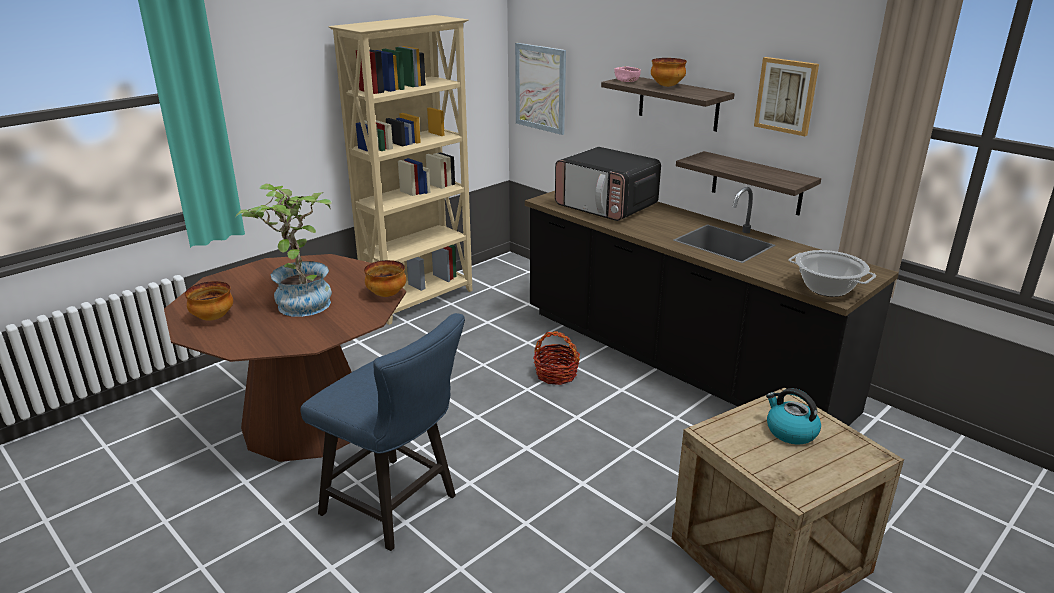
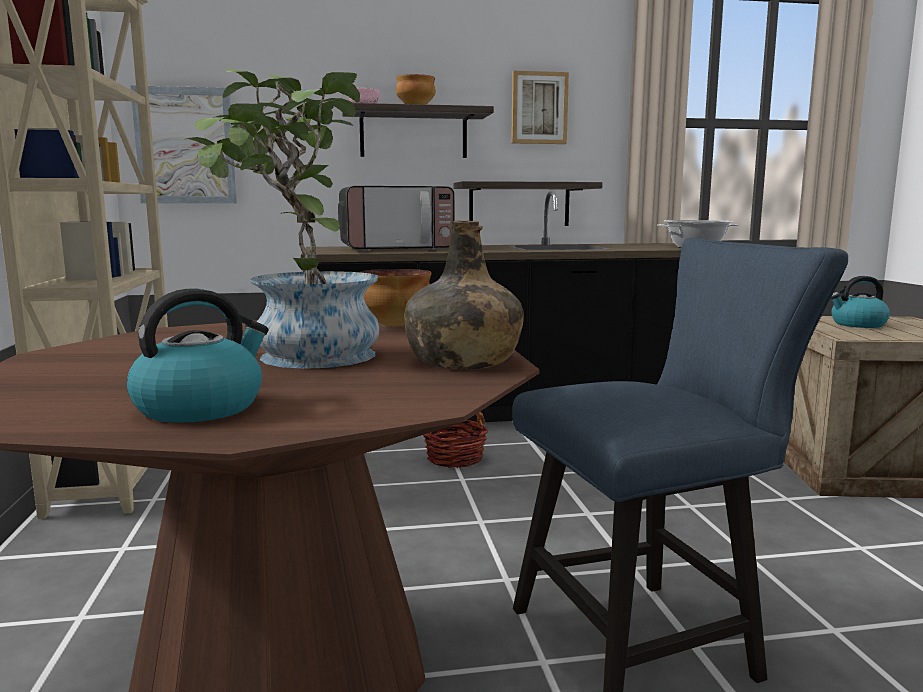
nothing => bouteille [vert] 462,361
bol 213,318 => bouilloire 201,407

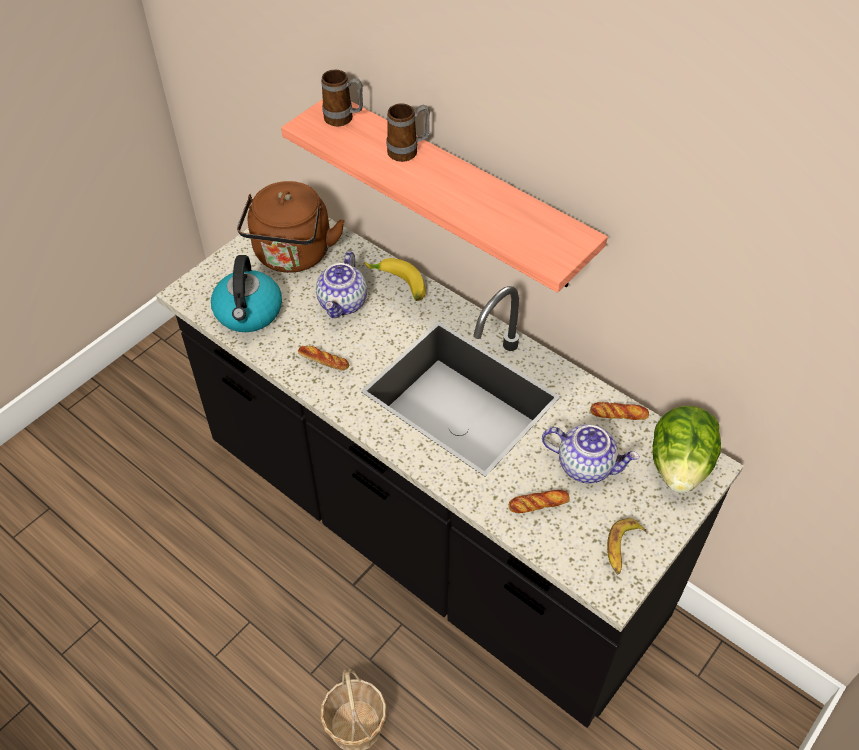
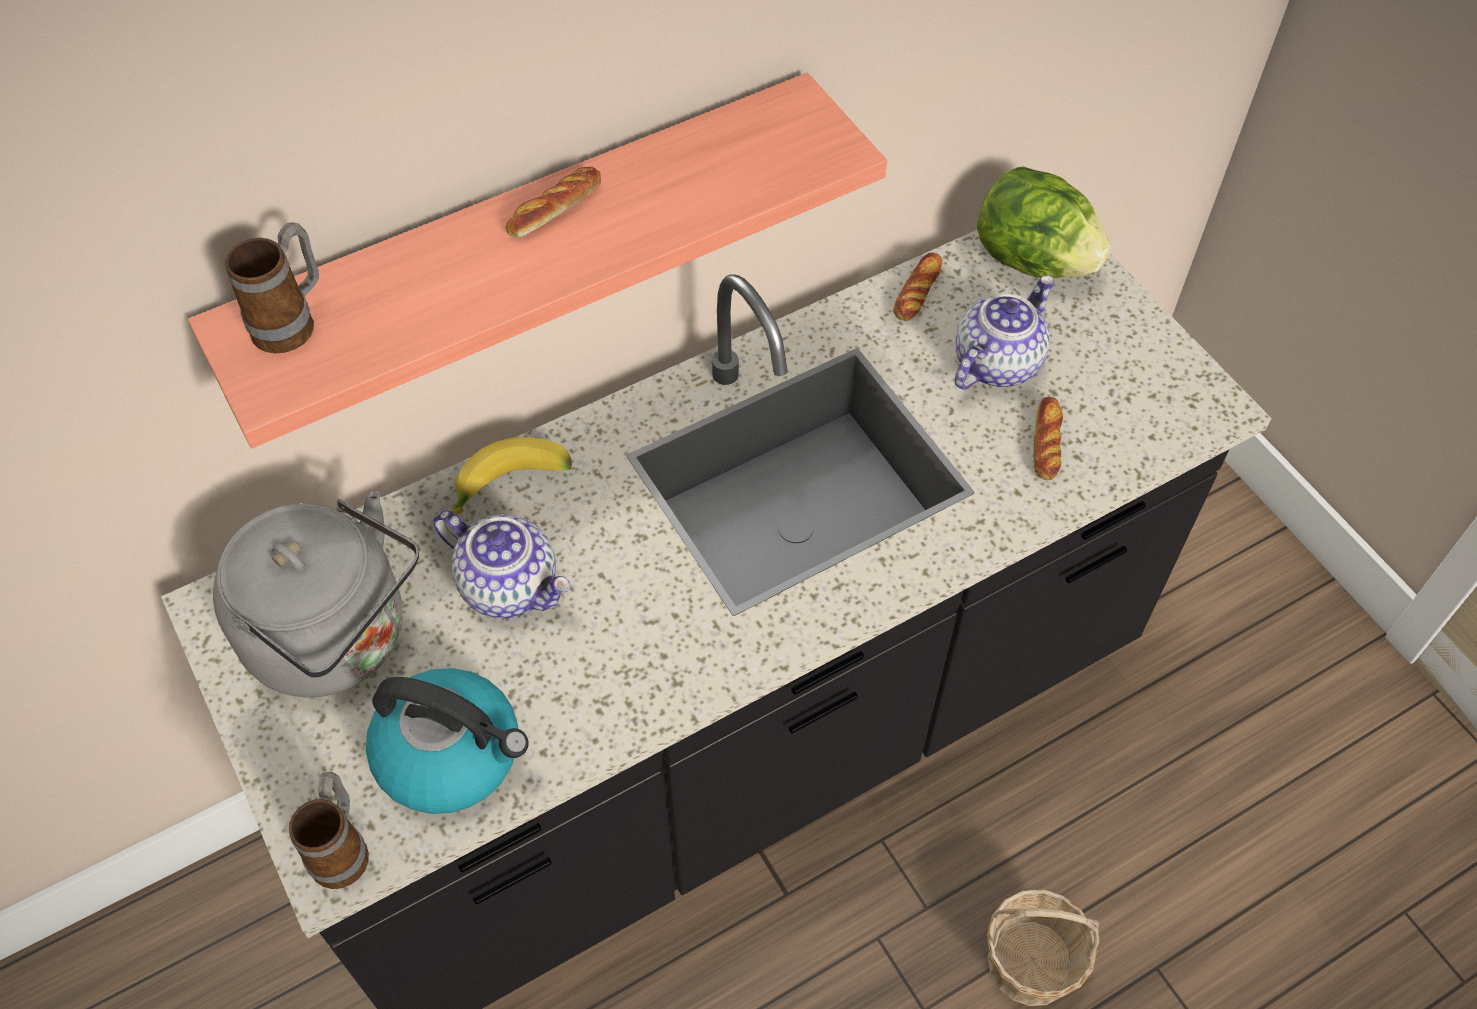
banane 622,548 => nothing
pain 323,361 => pain 555,208, move
mug 408,152 => mug 343,848, move
bouilloire [marron] 292,256 => bouilloire [gris] 338,639

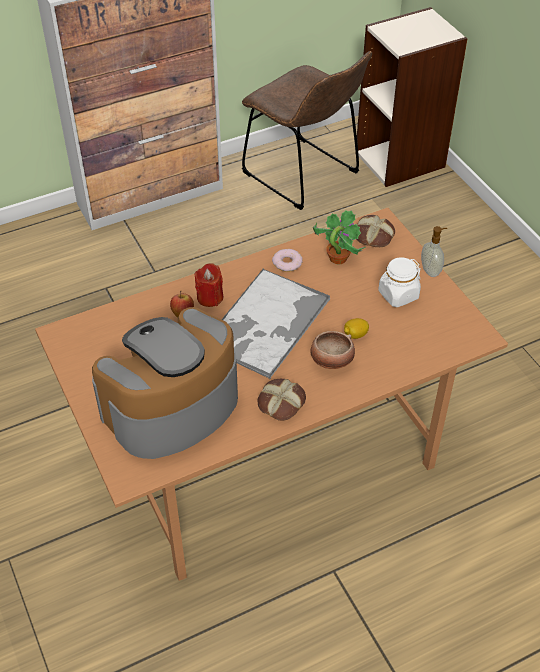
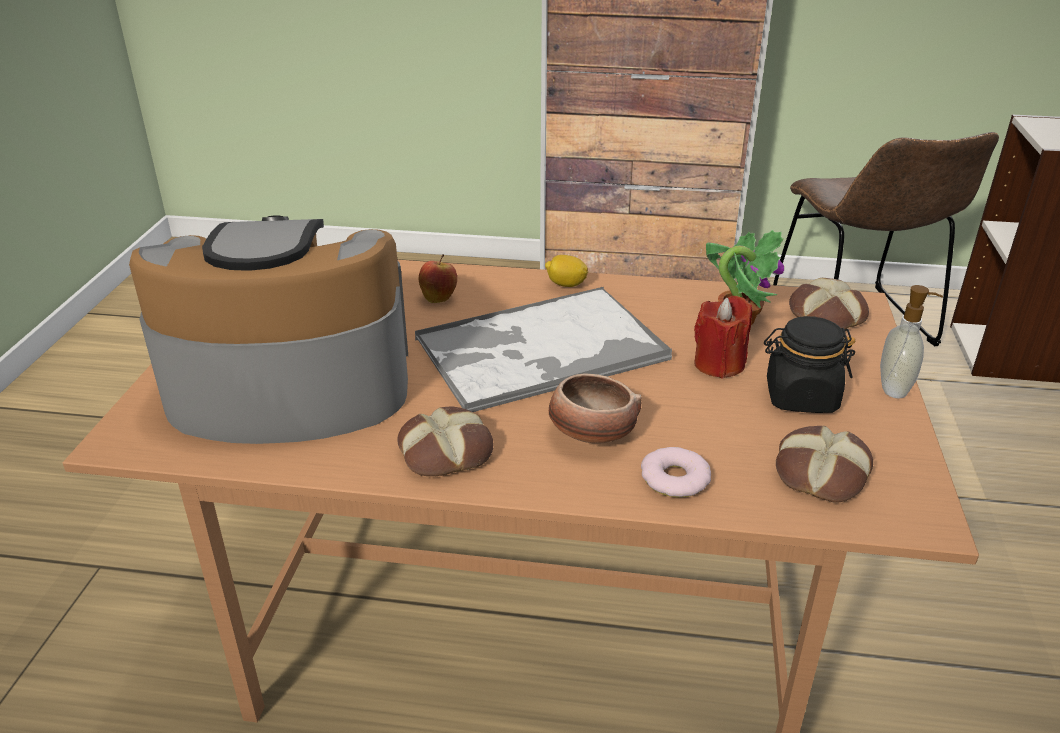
nothing => pain 819,472
bougie [rouge] 210,297 => bougie [rouge] 719,364, move
beignet 287,263 => beignet 674,478, move
citron 355,335 => citron 566,285, move
bocal [blanc] 398,295 => bocal [noir] 800,397

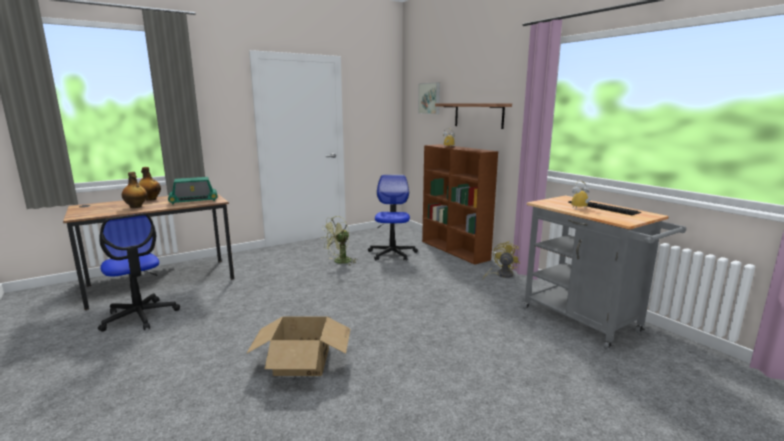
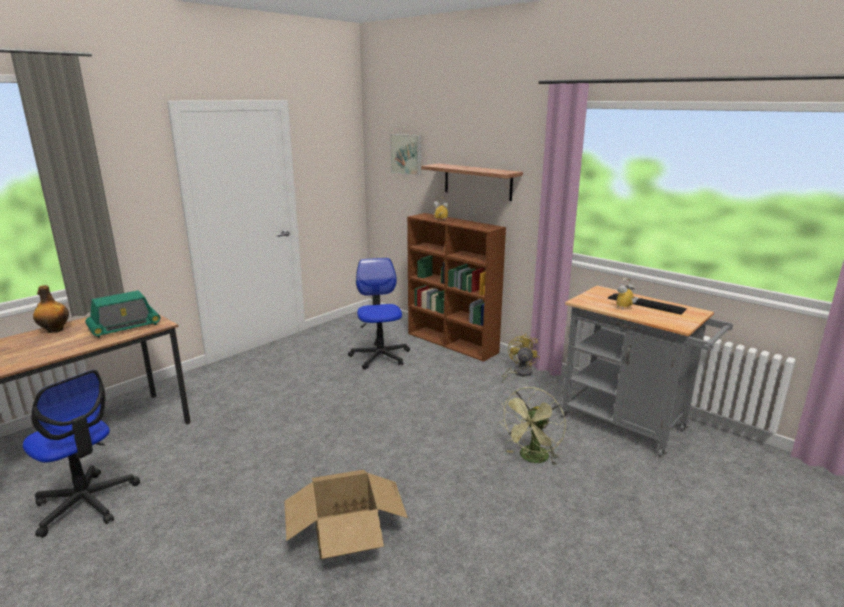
bouteille 136,207 => nothing
ventilateur [vert] 339,262 => ventilateur [vert] 532,459, move

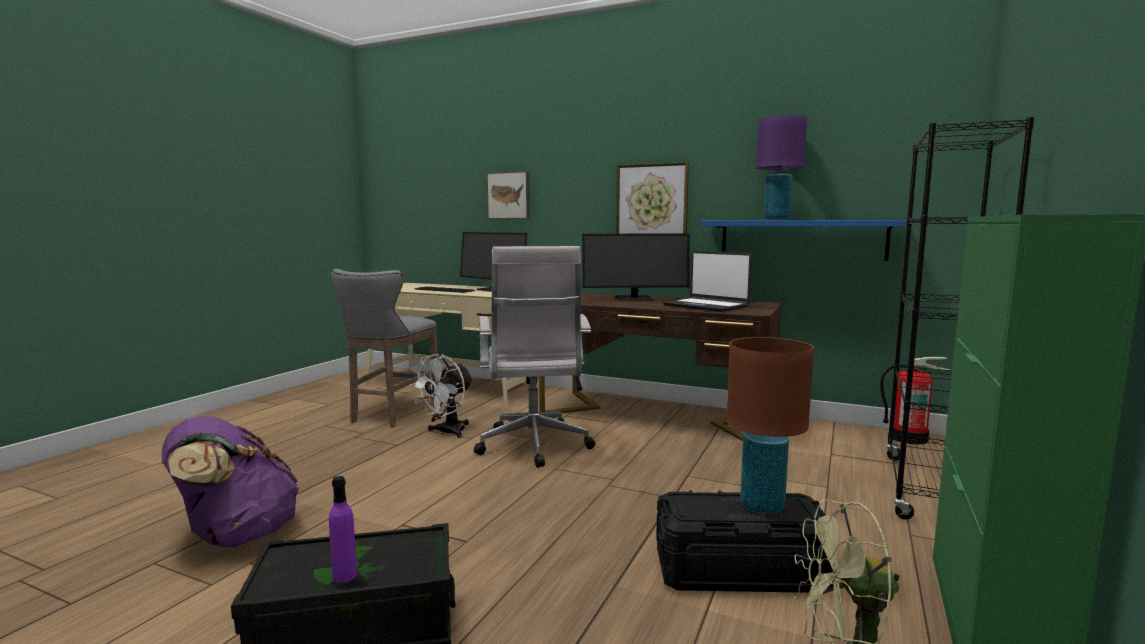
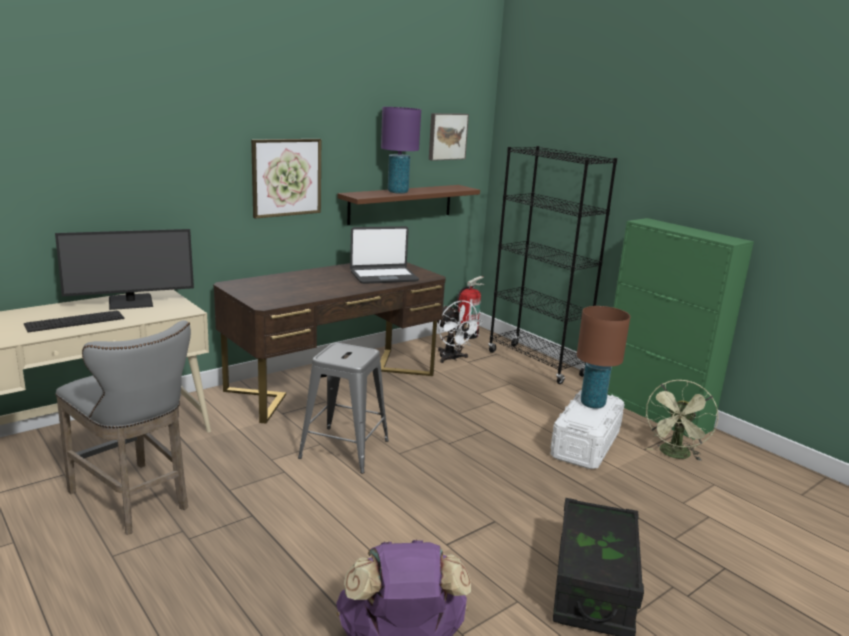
bouteille [violet] 344,576 => nothing
écran d'ordinateur 634,299 => nothing
ventilateur [blanc] 446,432 => ventilateur [blanc] 452,359, move
tableau 509,195 => tableau 447,136, move
chaise de bureau [blanc] 534,447 => tabouret [gris] 344,449
boîte de rangement [noir] 740,571 => boîte de rangement [blanc] 586,444
étagère [bleu] 801,239 => étagère [marron] 401,204

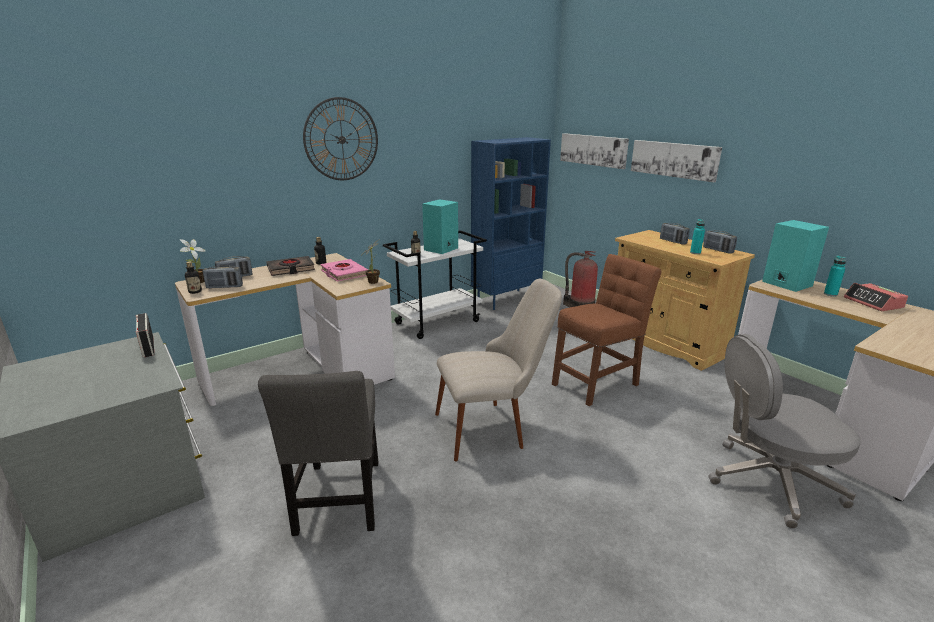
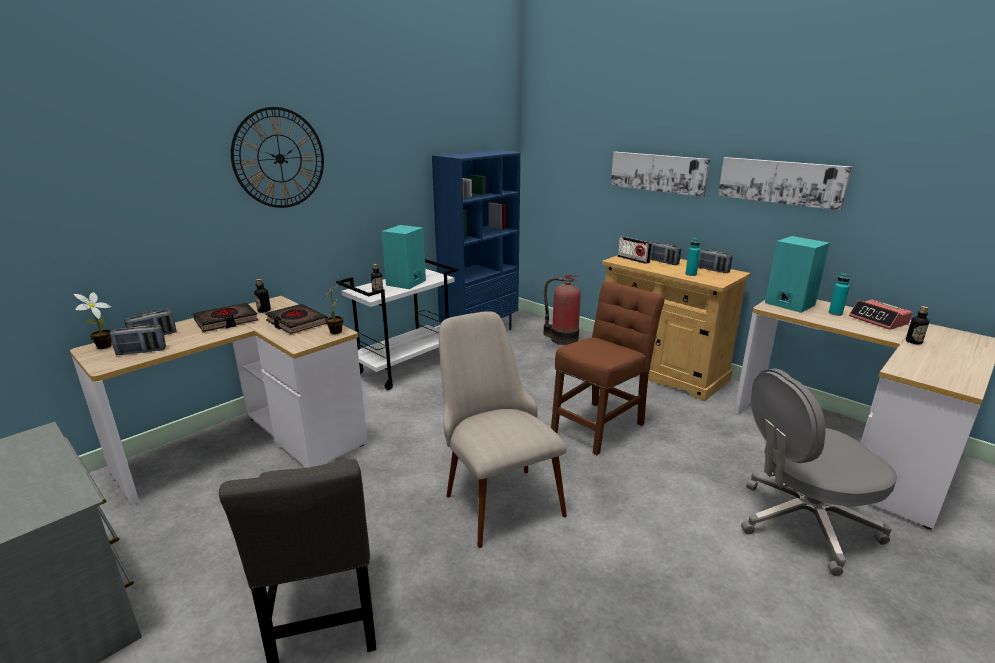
radio 148,347 => radio 633,259, move
bouteille 195,292 => bouteille 913,342, move
tableau 593,150 => tableau 780,182, move
livre [rose] 344,273 => livre [noir] 296,323
chaise [beige] 493,427 => chaise [beige] 495,493, 90 degrees counterclockwise

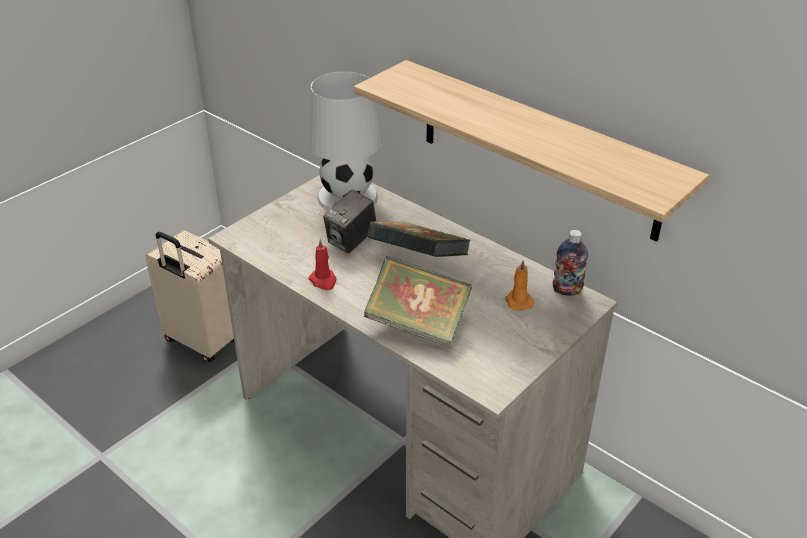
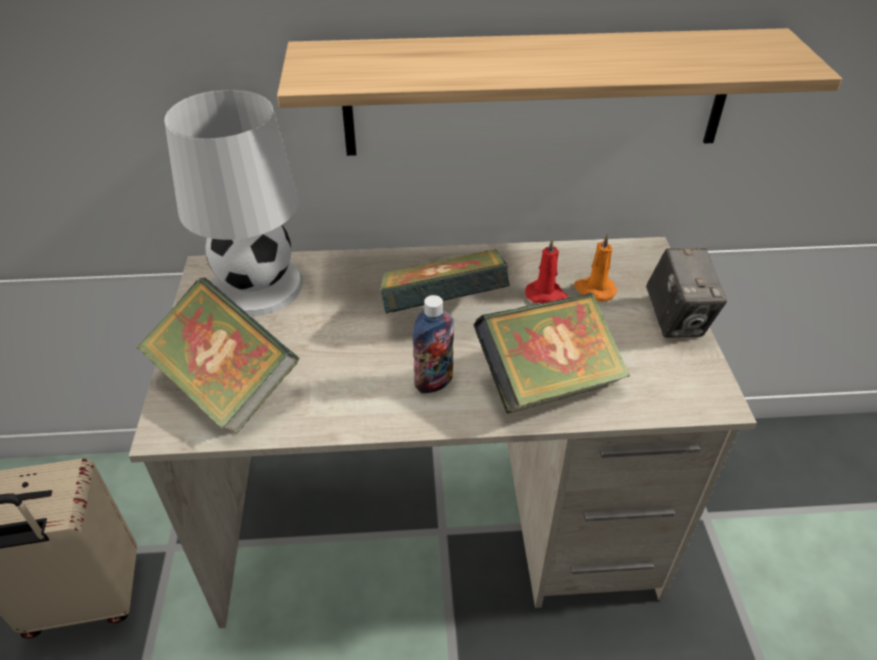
nothing => livre 226,385
bougie [rouge] 323,281 => bougie [rouge] 546,295, move
appareil photo 351,241 => appareil photo 676,320, move
bouteille 567,290 => bouteille 434,382, move

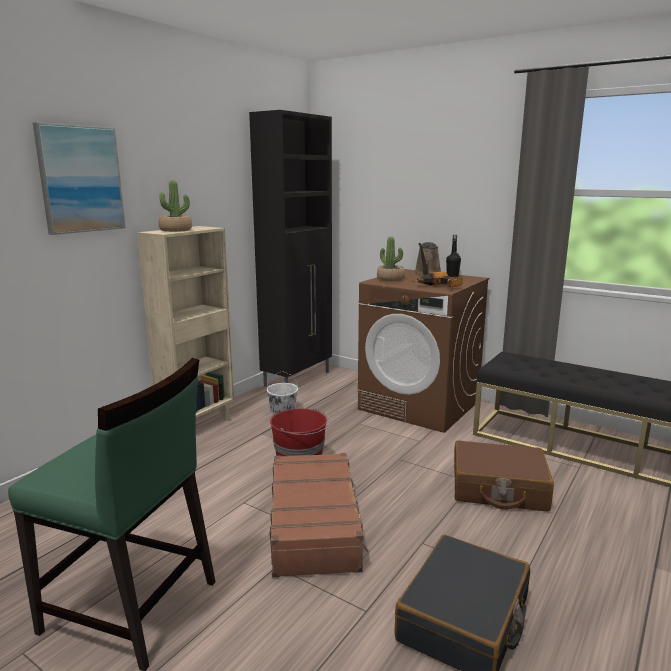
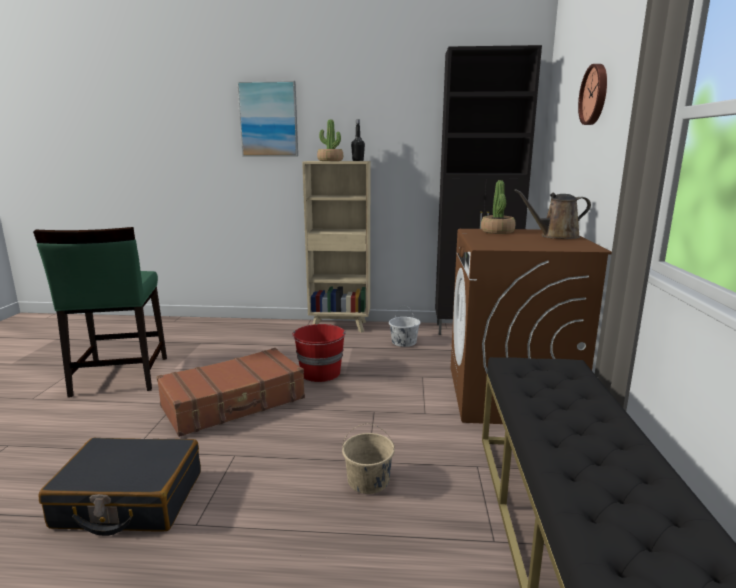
perceuse 439,287 => nothing
nothing => horloge murale 595,94
bouteille [noir] 452,276 => bouteille [noir] 358,160, move
valise [marron] 498,488 => seau [beige] 368,480

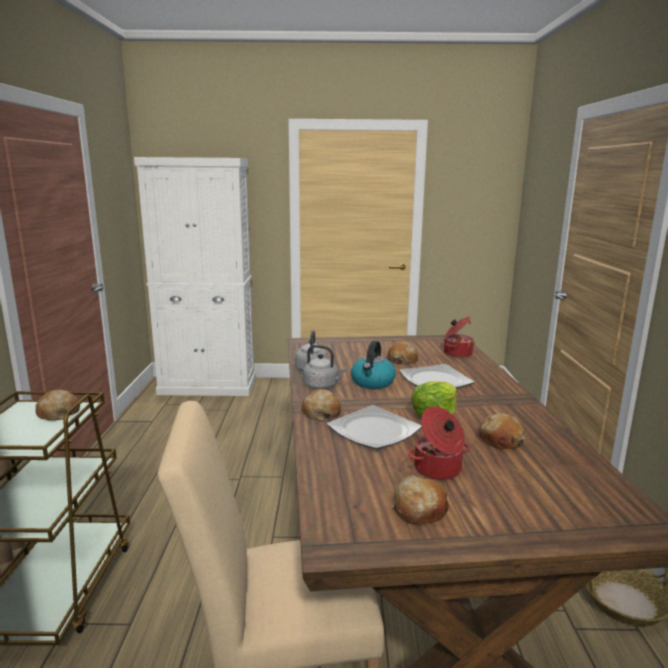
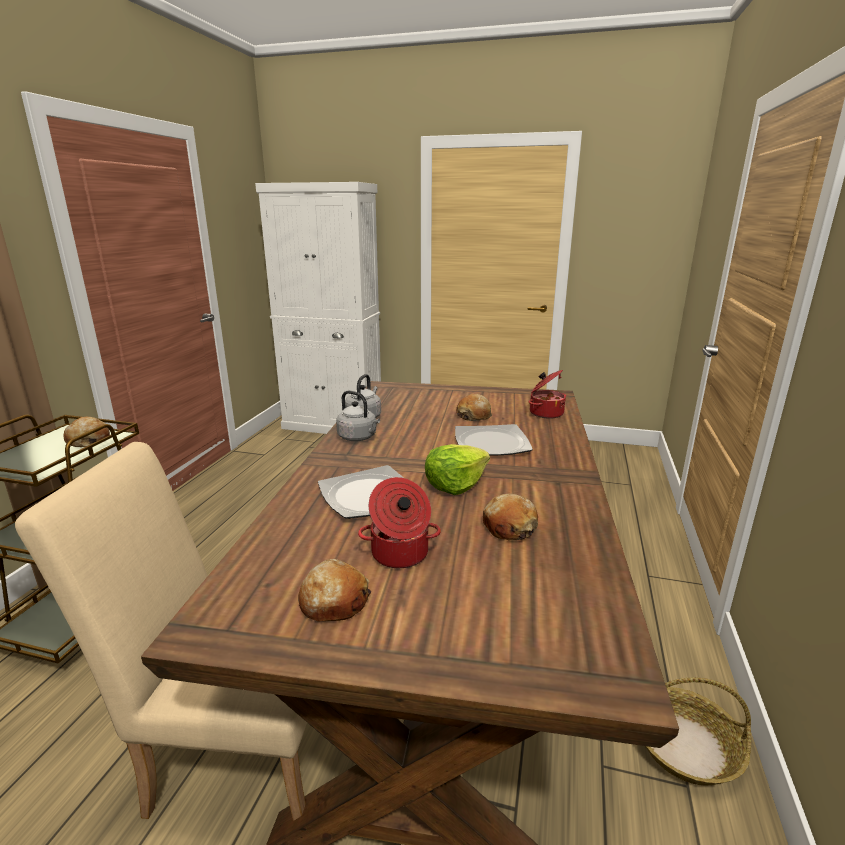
pain 321,412 => nothing
bouilloire 372,382 => nothing

